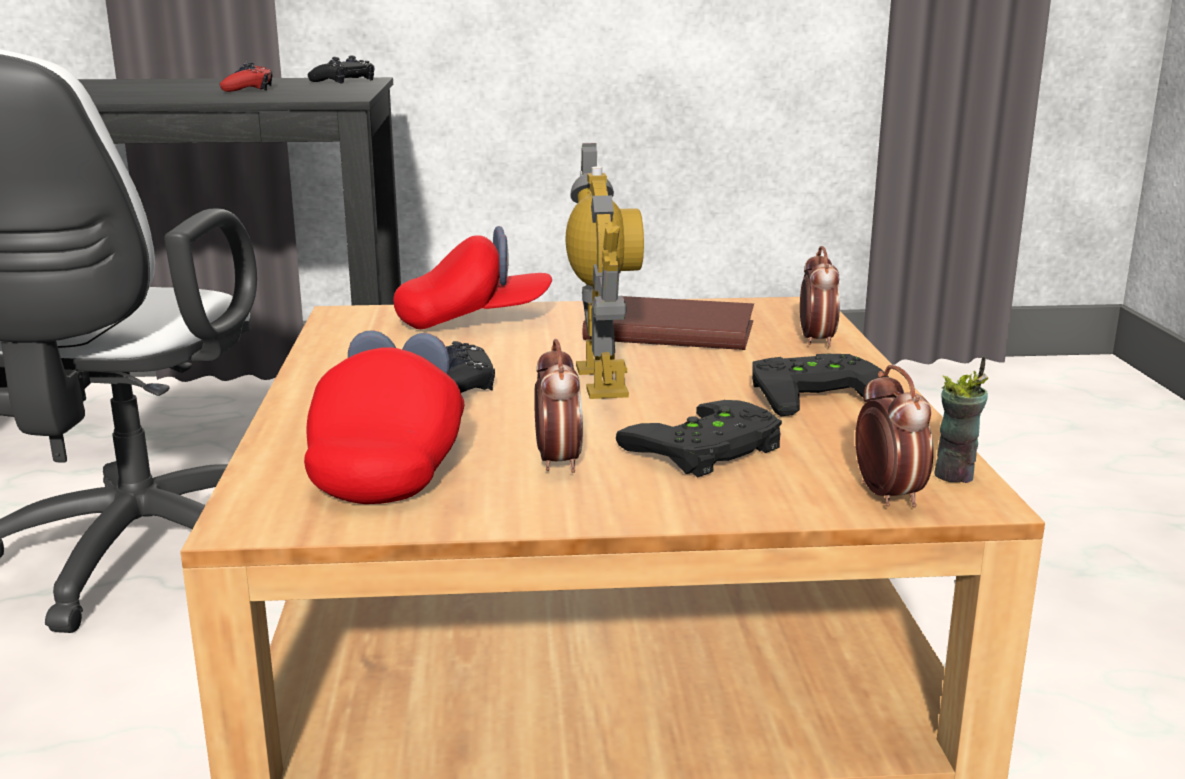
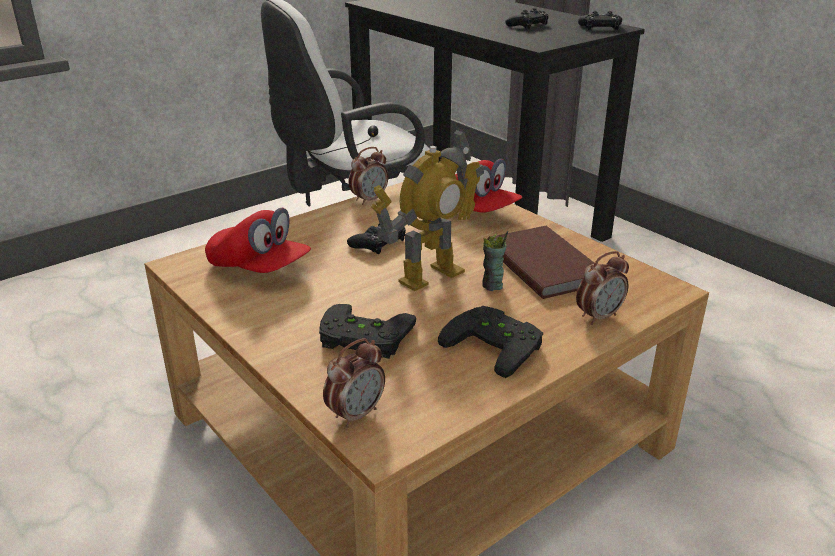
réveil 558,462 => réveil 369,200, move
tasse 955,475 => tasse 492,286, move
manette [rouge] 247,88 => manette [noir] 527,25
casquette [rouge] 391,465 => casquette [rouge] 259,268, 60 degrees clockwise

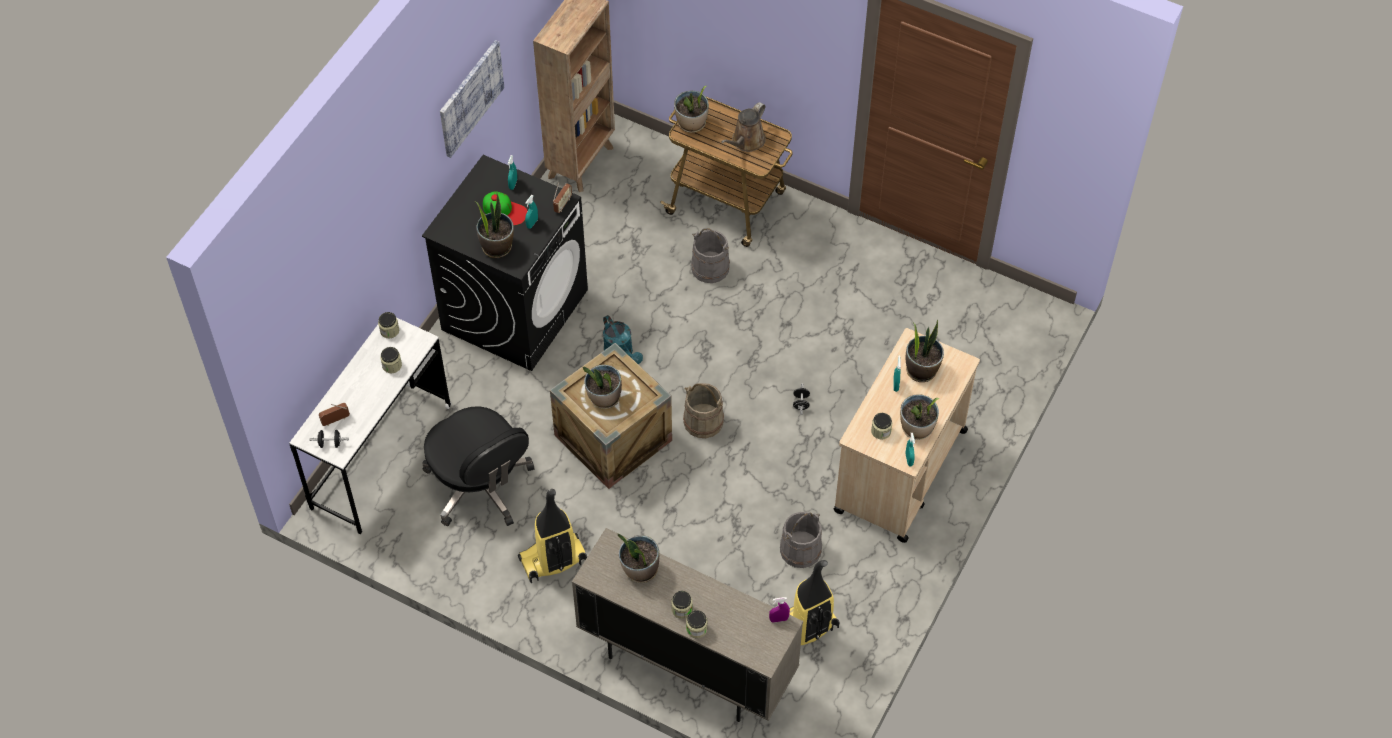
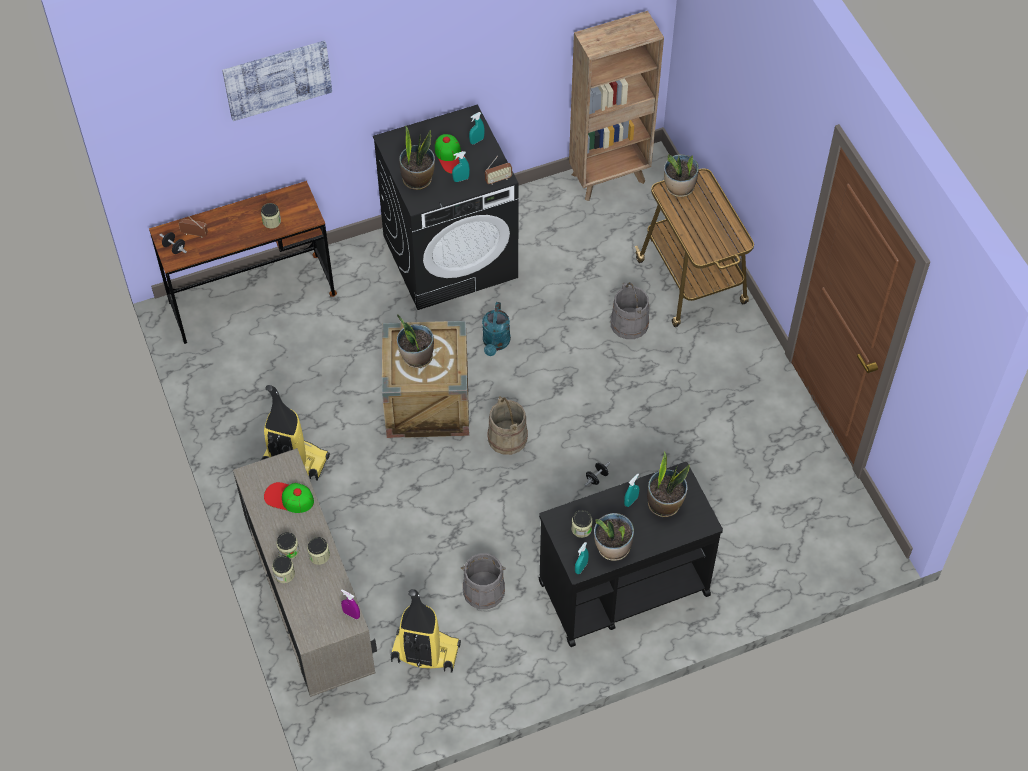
chaise de bureau [noir] 480,486 => nothing
arrosoir [marron] 746,141 => nothing
bocal 389,330 => bocal 319,555, move
tableau 470,98 => tableau 277,79, move
plante en pot 640,570 => casquette 289,498
bureau [blanc] 381,456 => bureau [marron] 252,298
chariot [beige] 899,471 => chariot [noir] 622,588

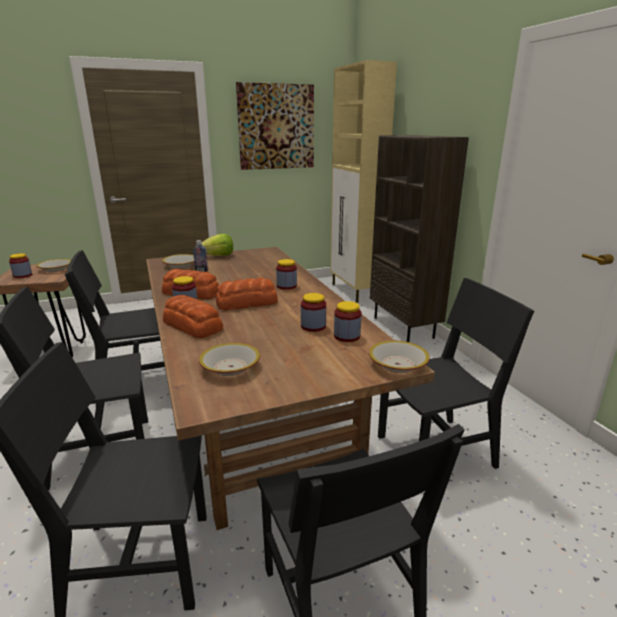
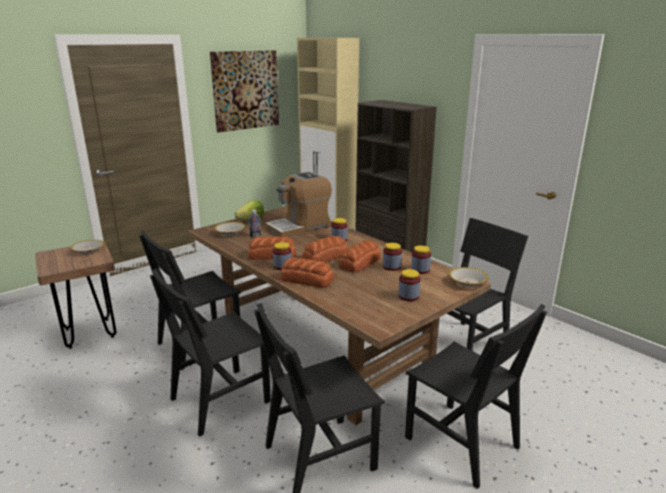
bol 231,367 => nothing
nothing => machine à café 299,227
nothing => pain 360,263
bocal 22,275 => bocal 408,296, move

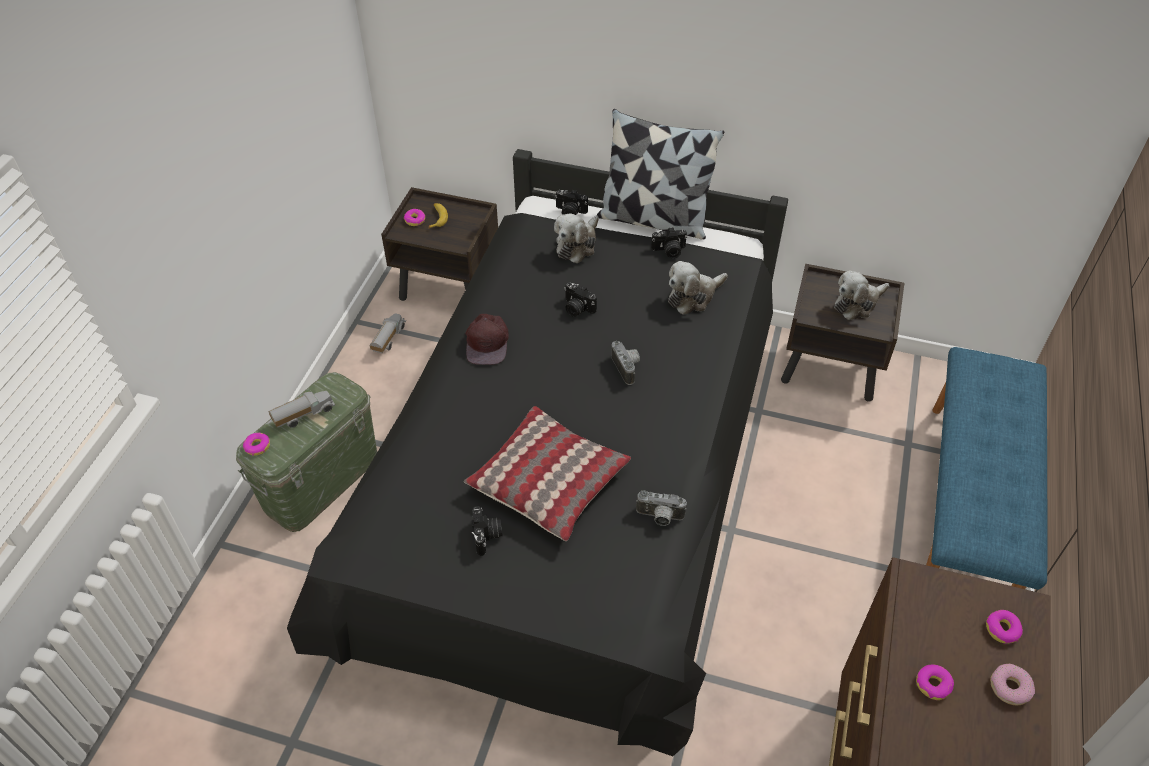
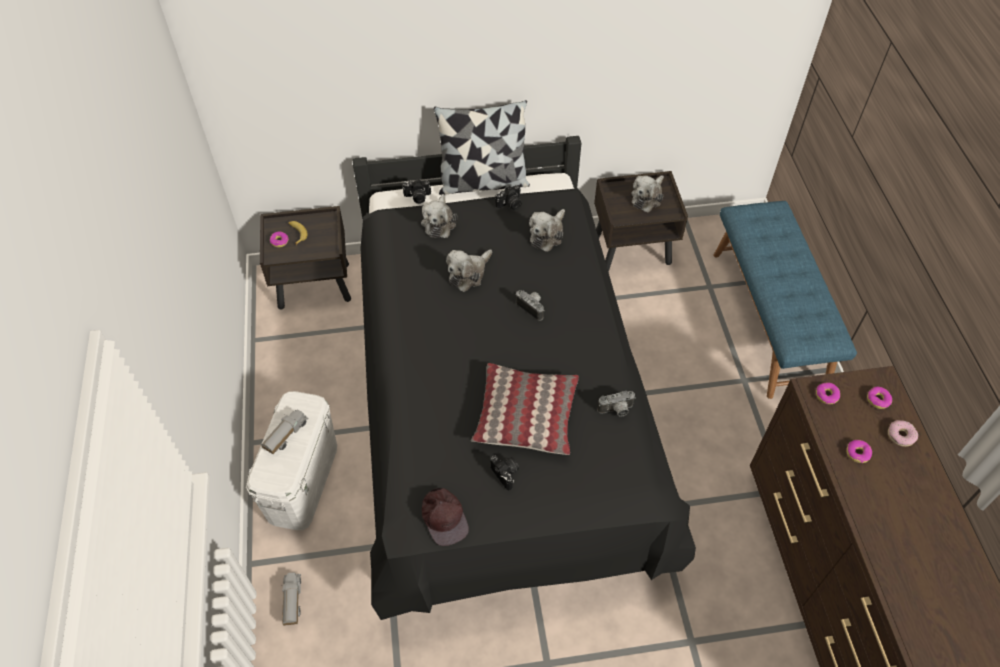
beignet 257,446 => beignet 826,395, move
camion jouet 388,339 => camion jouet 292,602, move
casquette [marron] 488,342 => casquette [marron] 444,517, move
appareil photo 577,308 => peluche 468,274
boîte de rangement [vert] 321,481 => boîte de rangement [blanc] 302,480

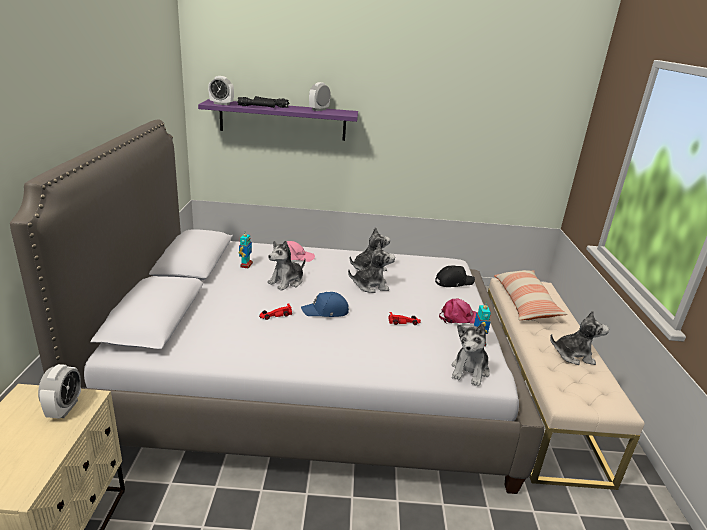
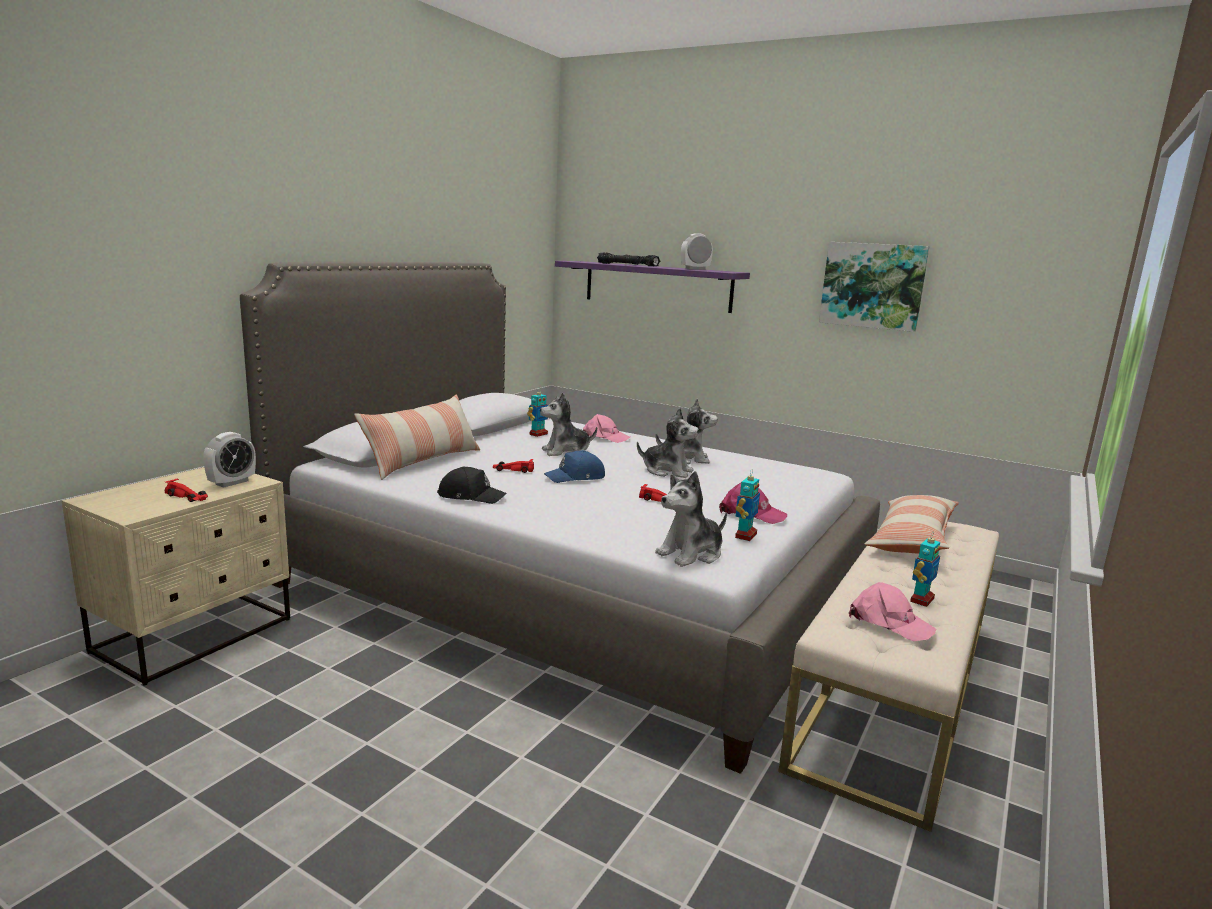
réveil 221,104 => nothing
nothing => petite voiture [rouge] 187,497
nothing => coussin 423,461
nothing => tableau 872,285
nothing => casquette [rose] 889,622
casquette [noir] 453,282 => casquette [noir] 471,496, move
peluche 573,355 => robot jouet 921,600
casquette [bleu] 326,311 => casquette [bleu] 576,477, 45 degrees counterclockwise

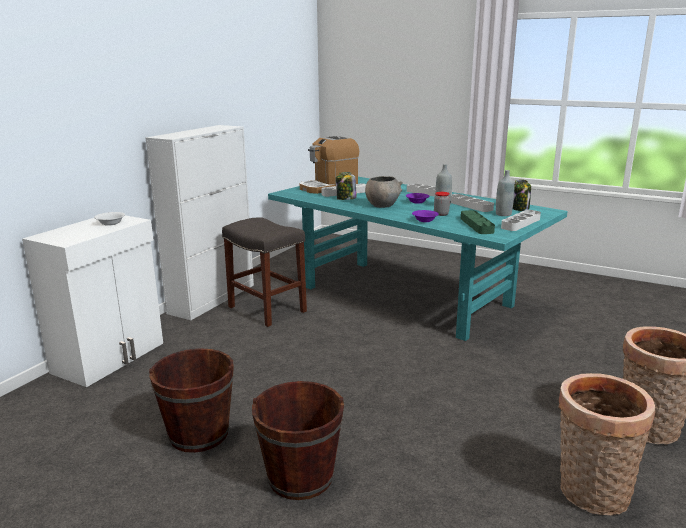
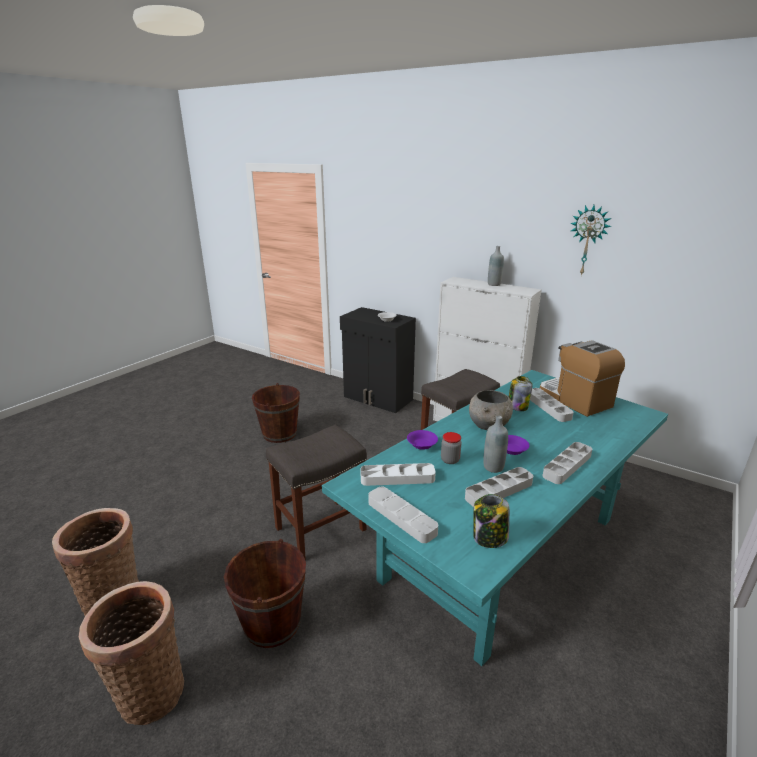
nothing => tabouret [gris] 321,528
nothing => horloge murale 588,240
seau [marron] 300,477 => seau [marron] 272,623, move
bouteille [gris] 503,214 => bouteille [gris] 494,284, move
meuble de rangement [blanc] 110,357 => meuble de rangement [noir] 378,399
plateau [vert] 476,225 => plateau [blanc] 397,478

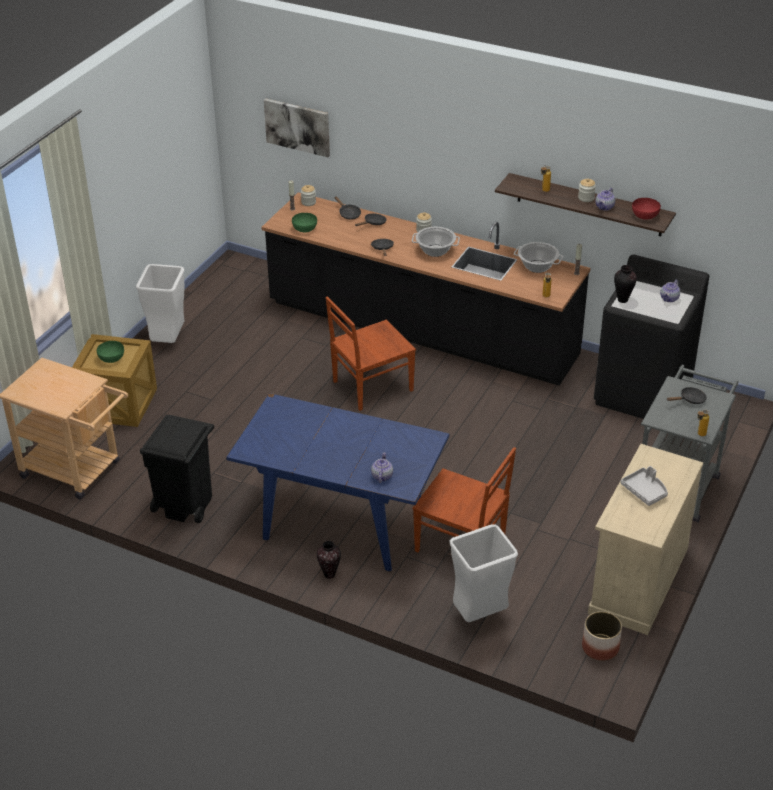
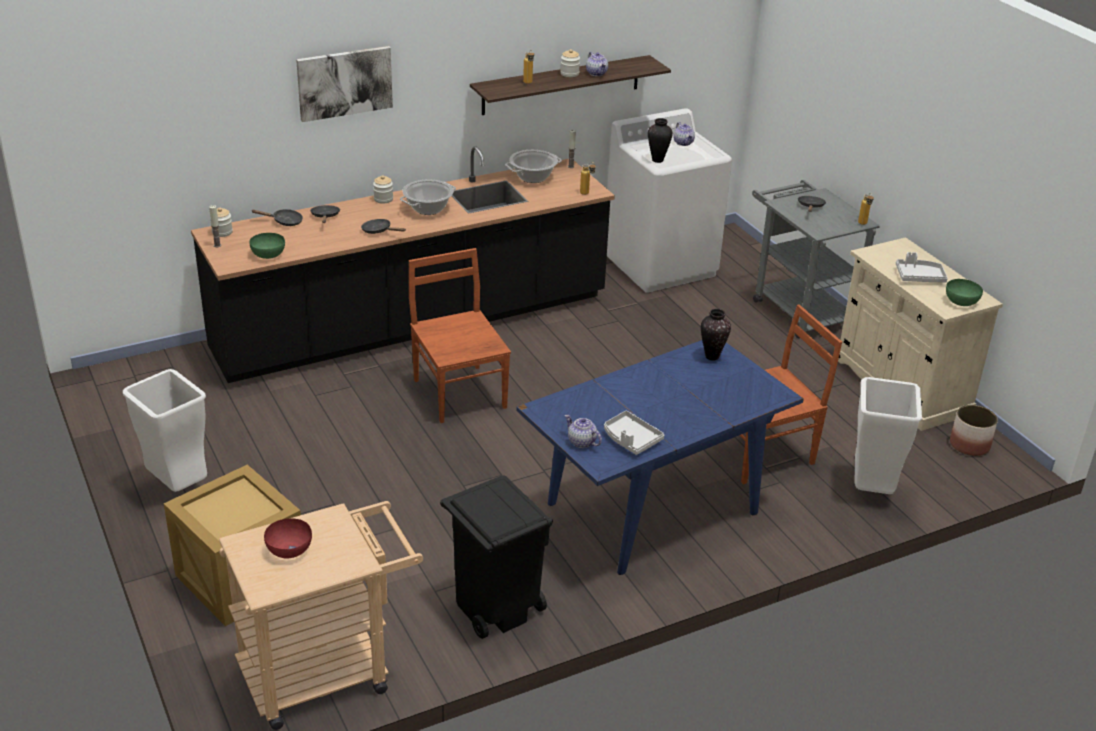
nothing => plateau [gris] 631,439
bol [vert] 112,358 => bol [vert] 961,301, move
tableau 297,127 => tableau 344,83, move
vase 330,574 => vase 712,356, move
théière 381,476 => théière 581,442, move
bol [rouge] 645,215 => bol [rouge] 289,549, move
lave-linge [noir] 643,393 => lave-linge [blanc] 660,265
chaise [marron] 371,386 => chaise [marron] 459,392, 150 degrees clockwise

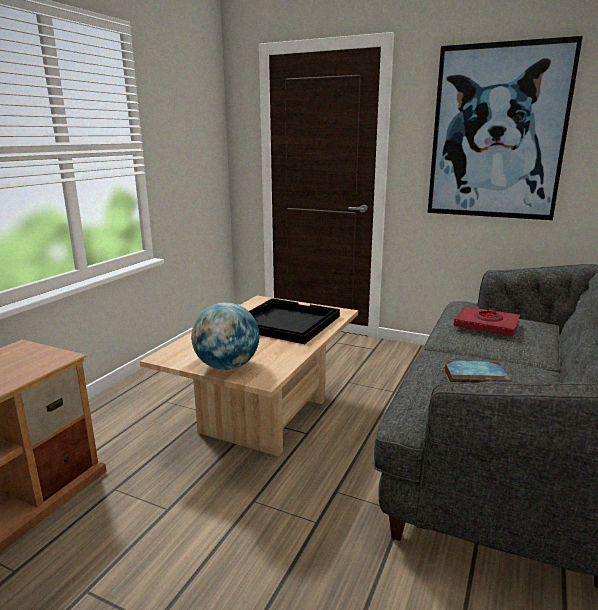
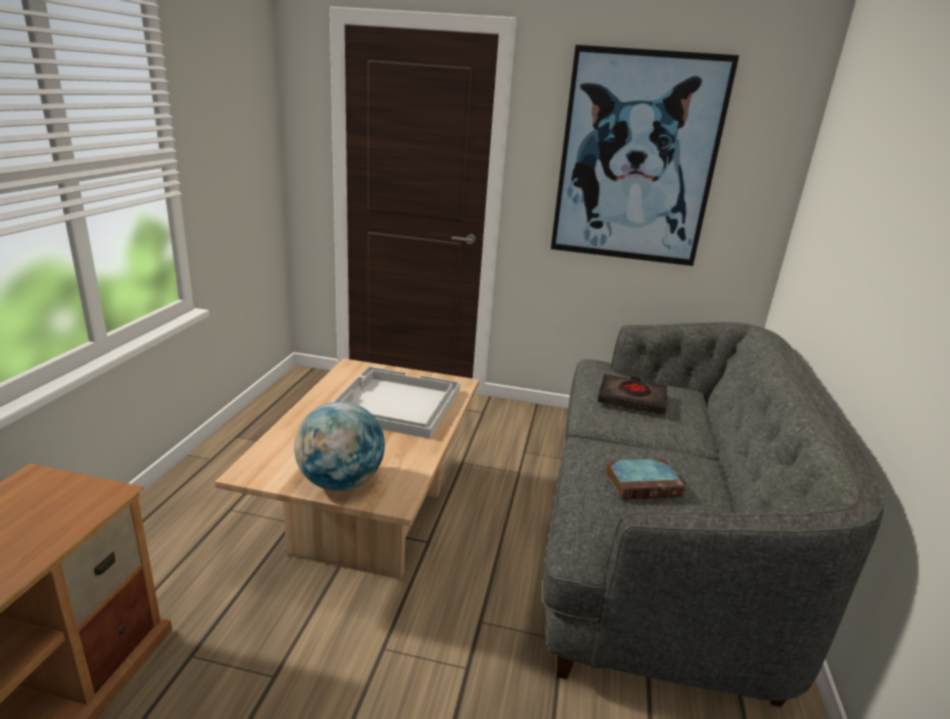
plateau [noir] 285,322 => plateau [blanc] 395,404
livre [rouge] 486,325 => livre [noir] 632,399

